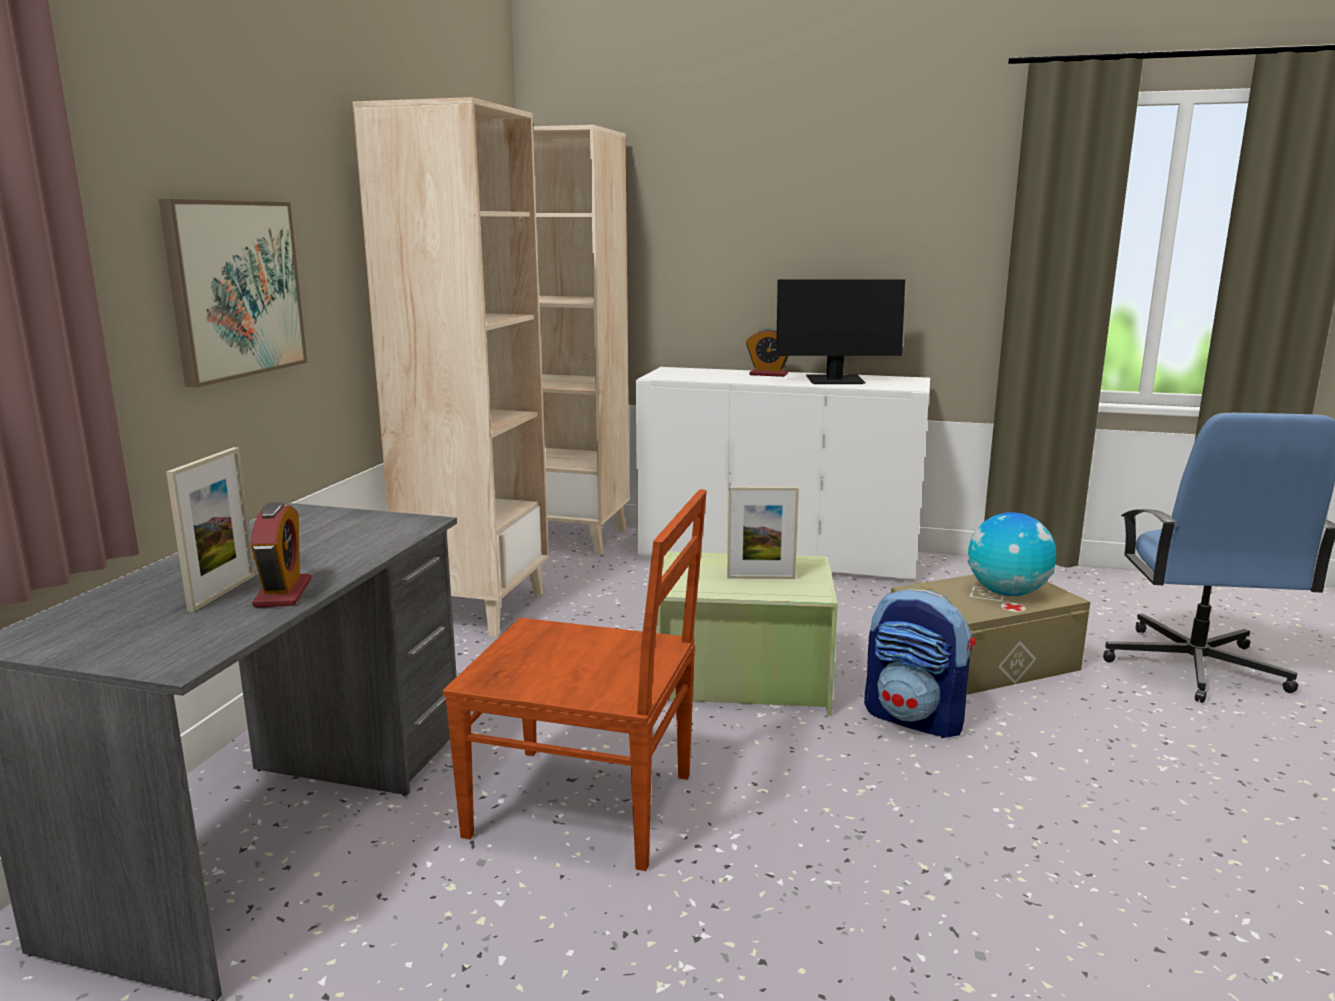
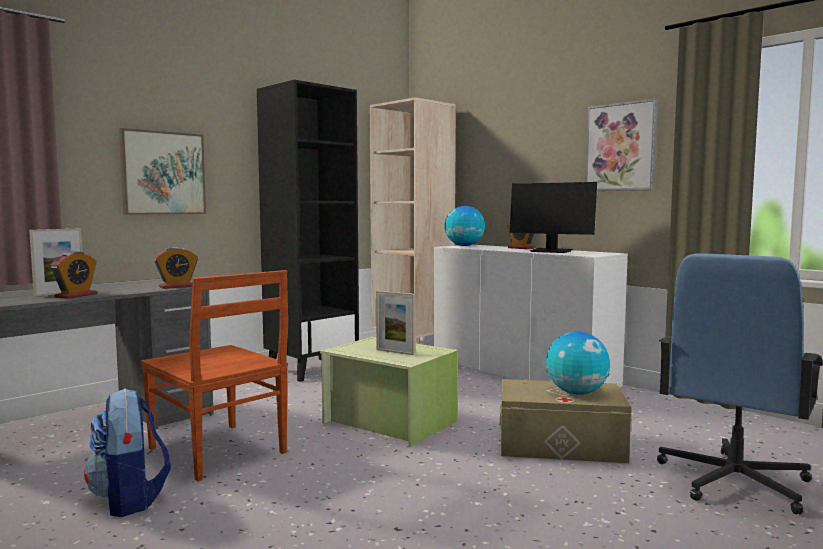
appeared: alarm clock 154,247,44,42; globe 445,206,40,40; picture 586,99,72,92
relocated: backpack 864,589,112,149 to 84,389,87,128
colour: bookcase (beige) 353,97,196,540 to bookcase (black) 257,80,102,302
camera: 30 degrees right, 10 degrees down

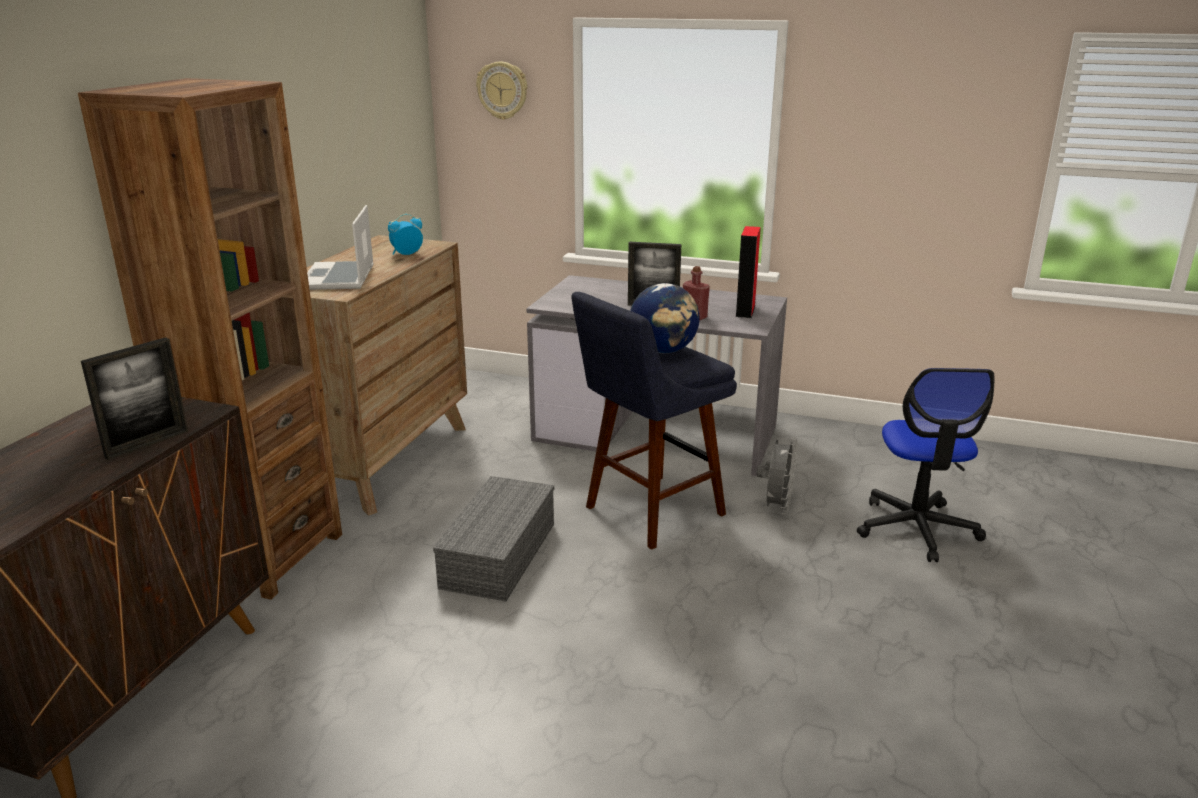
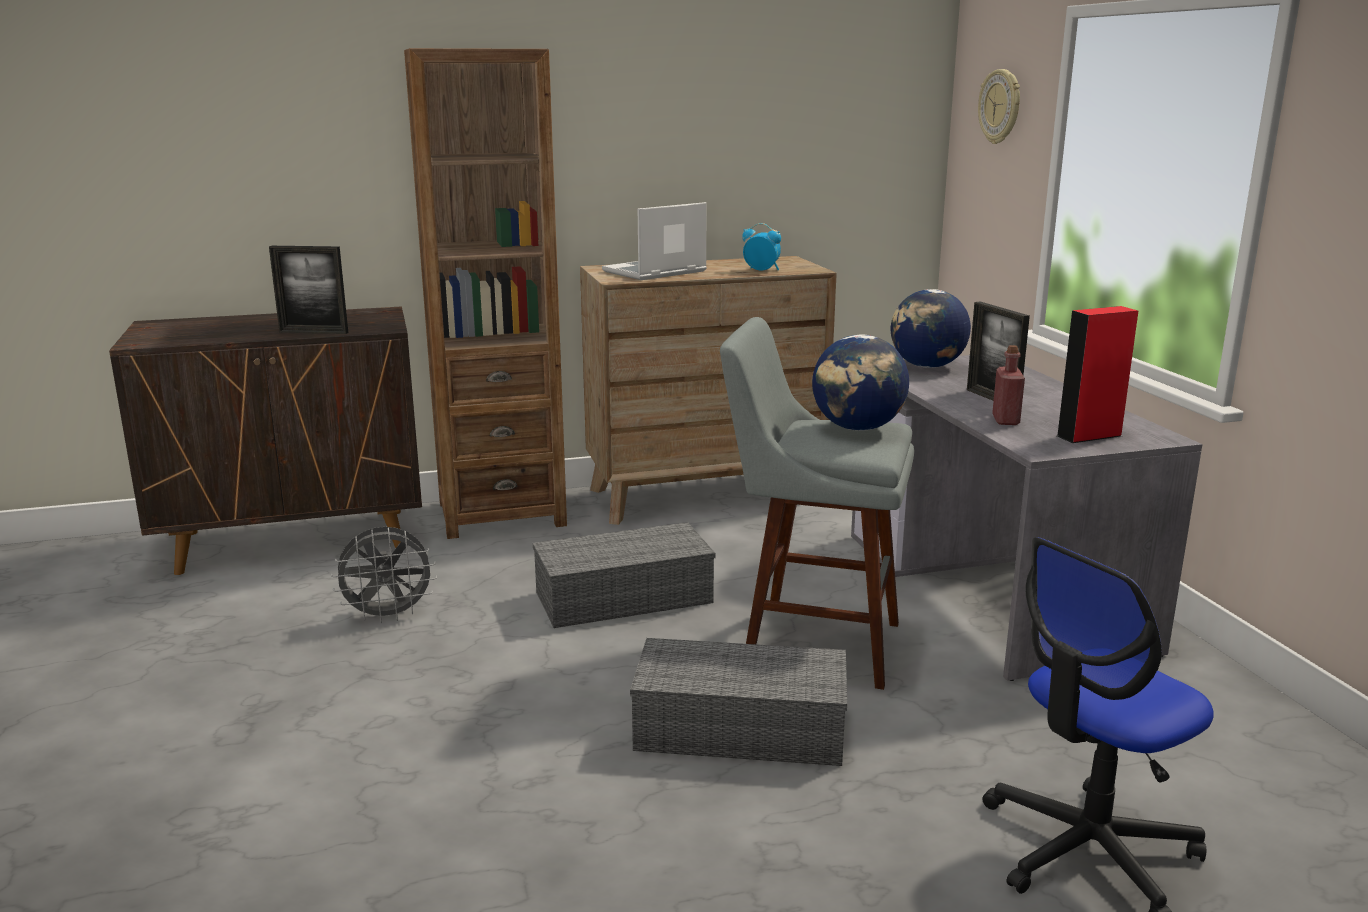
appeared: storage box (grey) 630,638,217,128; globe 891,289,80,79
relocated: fan (grey) 756,437,42,77 to 331,527,106,96
colour: stool (blue) 571,292,166,258 to stool (grey) 720,317,194,373
camera: 55 degrees right, 5 degrees down

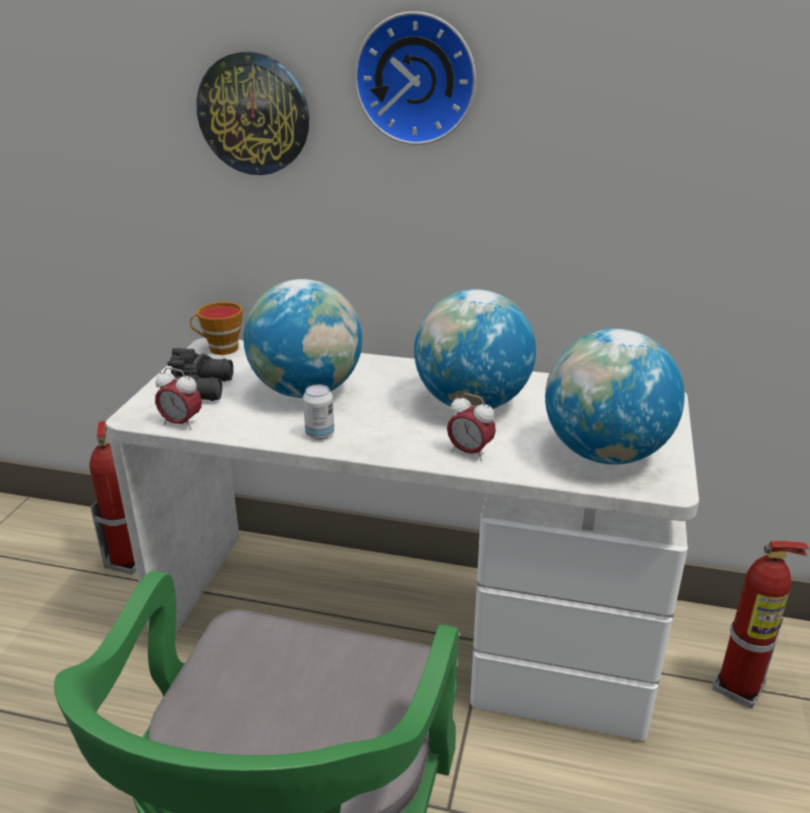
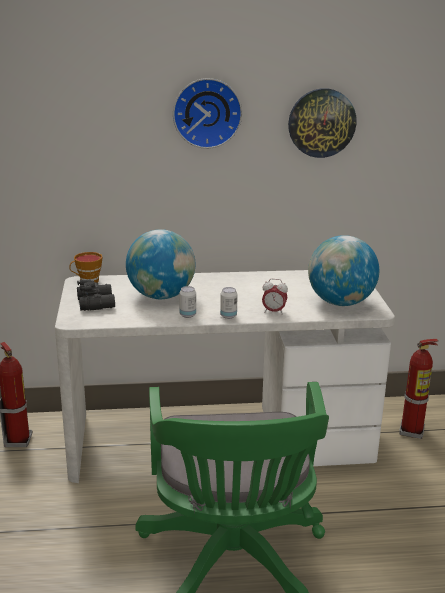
missing: alarm clock 155,367,47,63; globe 414,289,122,120
appeared: can 220,287,18,32
relocated: wall clock 196,52,113,123 to 288,88,69,70
camera: 20 degrees left, 5 degrees down

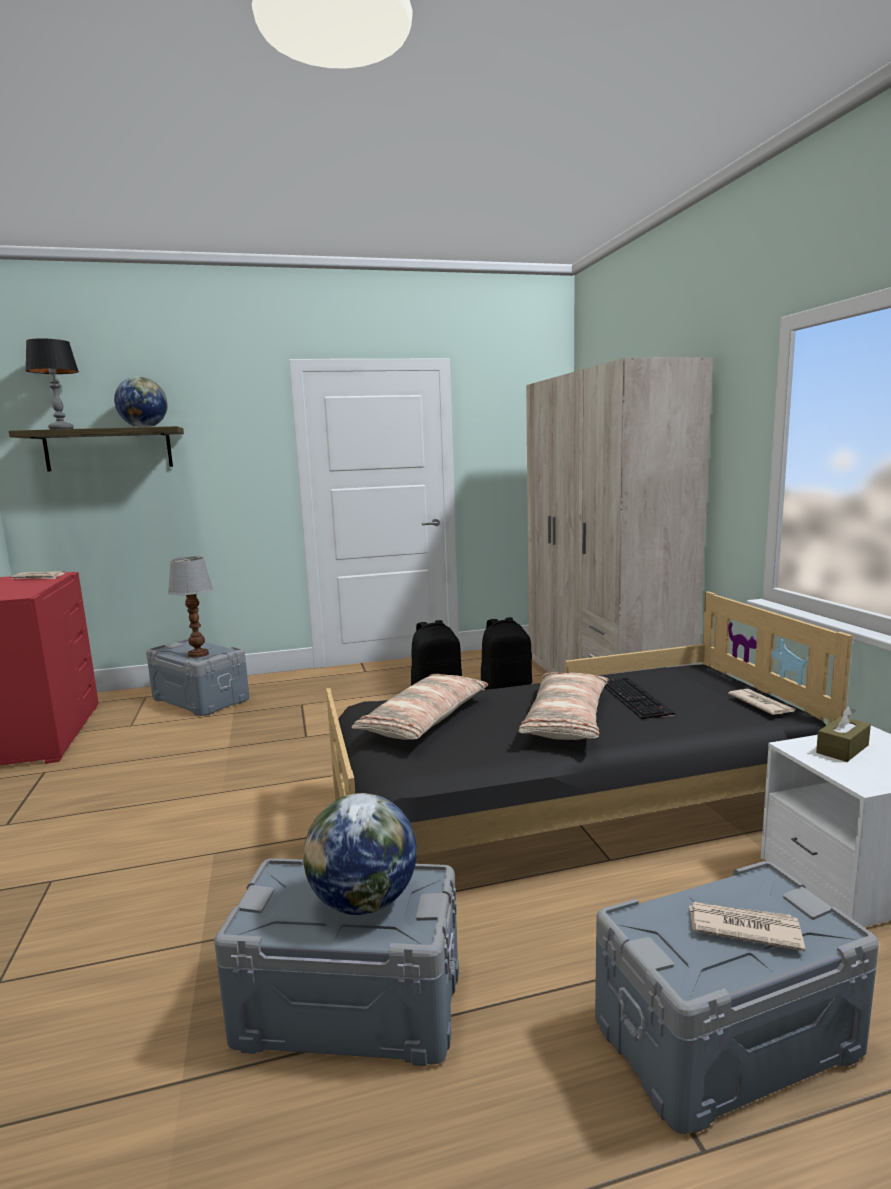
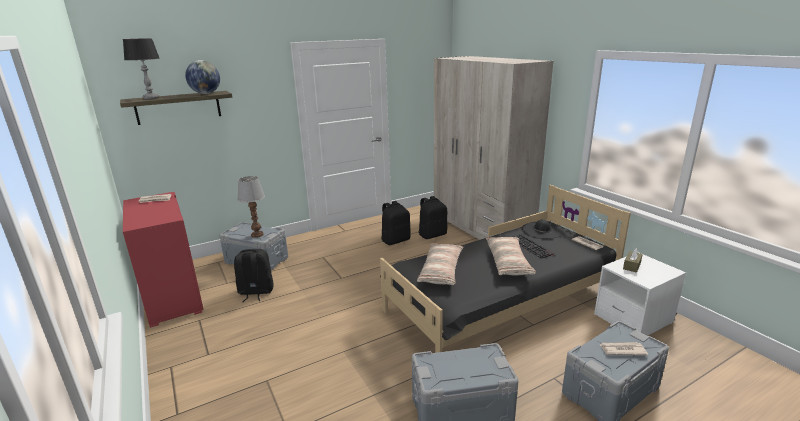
missing: globe 303,793,114,122
appeared: backpack (black) 234,249,40,53; hat (black) 521,219,43,20
camera: 15 degrees left, 10 degrees up

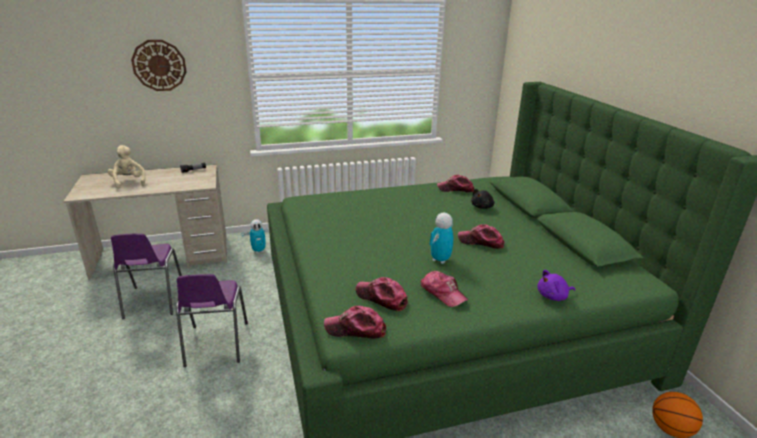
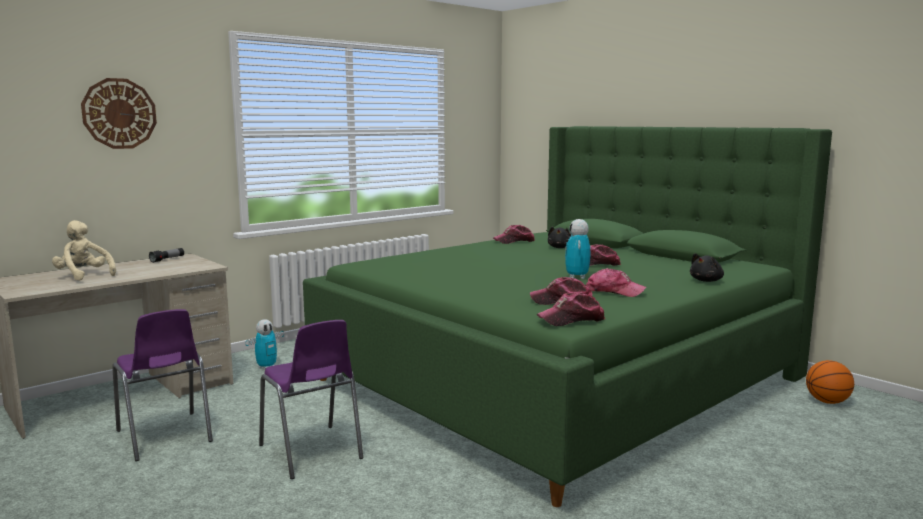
colour: plush toy (purple) 537,270,39,31 to plush toy (black) 690,253,34,29
camera: 25 degrees left, 15 degrees down

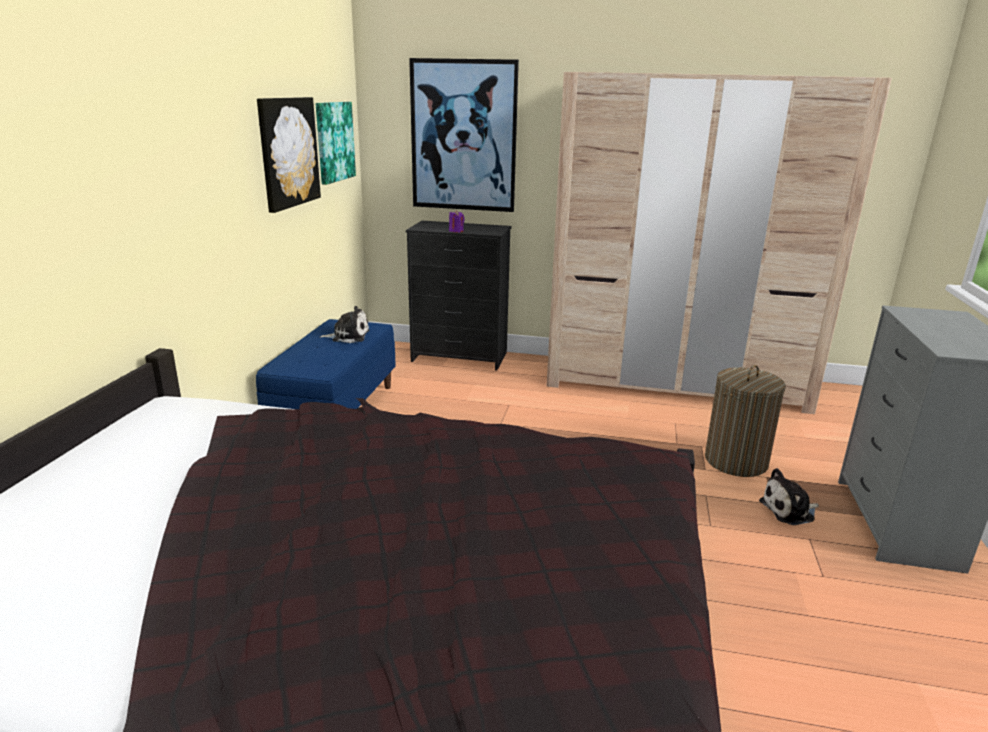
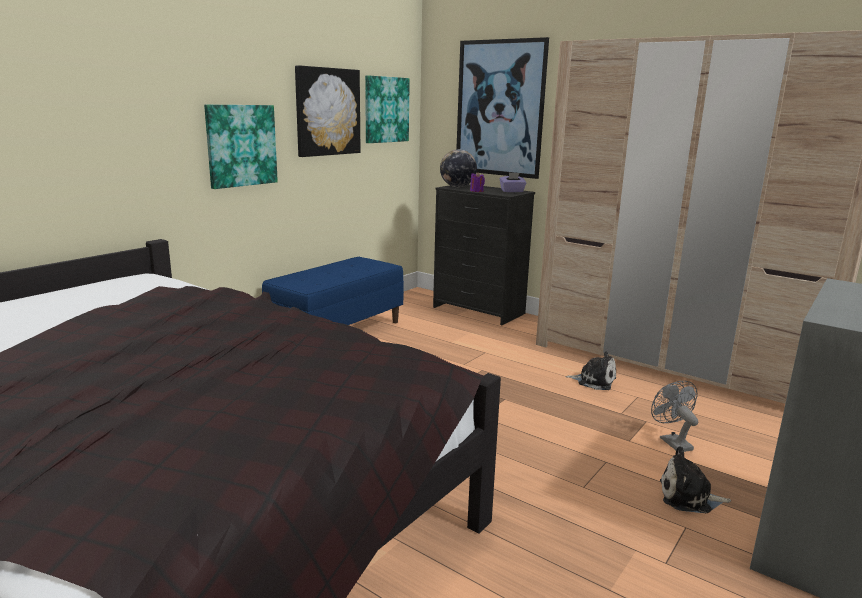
appeared: picture 204,104,74,85; globe 440,149,37,38; tissue box (purple) 500,173,26,19
relocated: plush toy 320,306,49,37 to 565,351,51,39
exchanged: laundry basket 705,365,81,112 to fan (grey) 651,381,47,71
camera: 25 degrees right, 5 degrees down

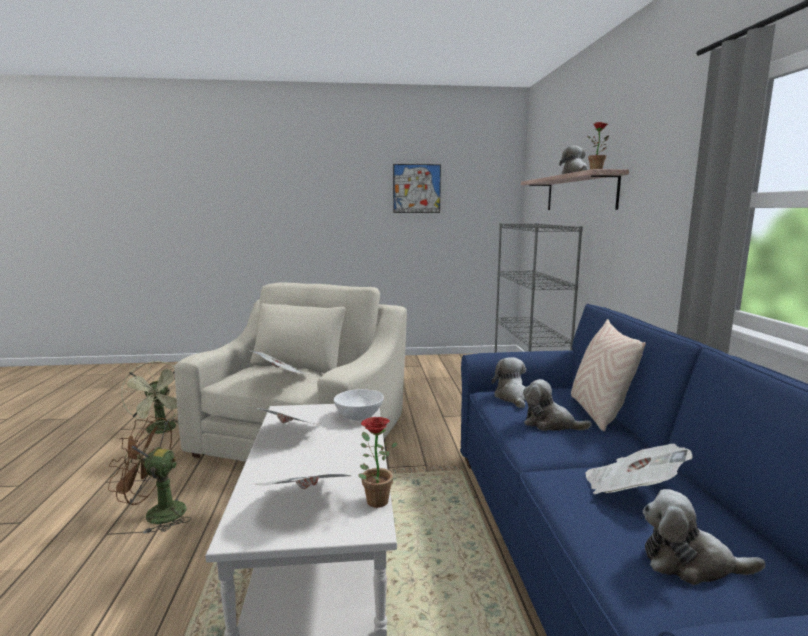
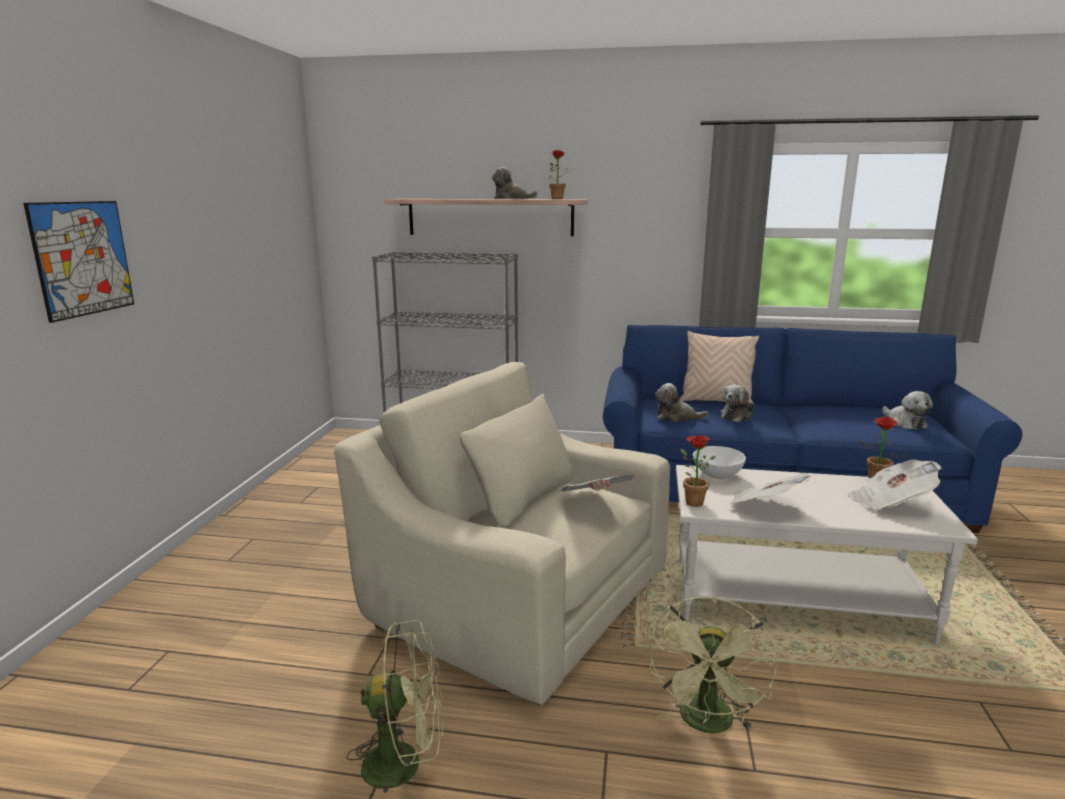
missing: newspaper 585,444,108,50
appeared: potted plant 681,436,35,71
relocated: picture 393,164,48,49 to 23,201,111,122
colour: fan (brown) 108,416,84,118 to fan (green) 649,596,128,137
spun: plush toy 643,489,122,96 = 882,391,51,38 45 degrees counterclockwise
camera: 75 degrees left, 5 degrees up

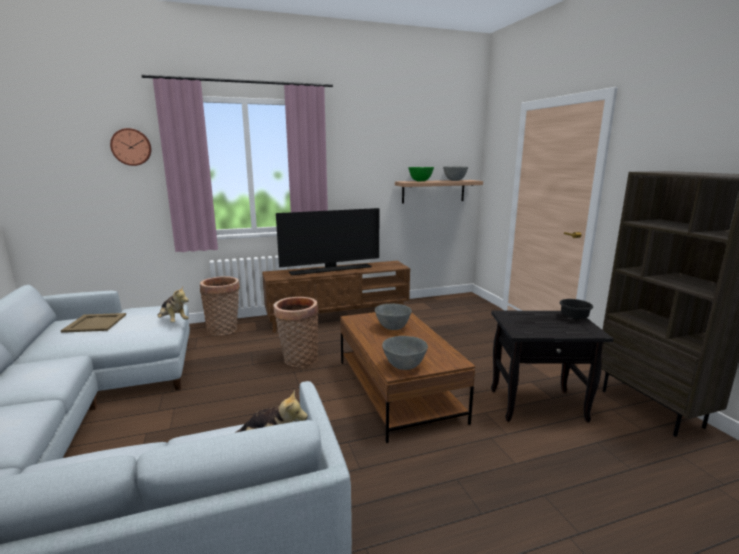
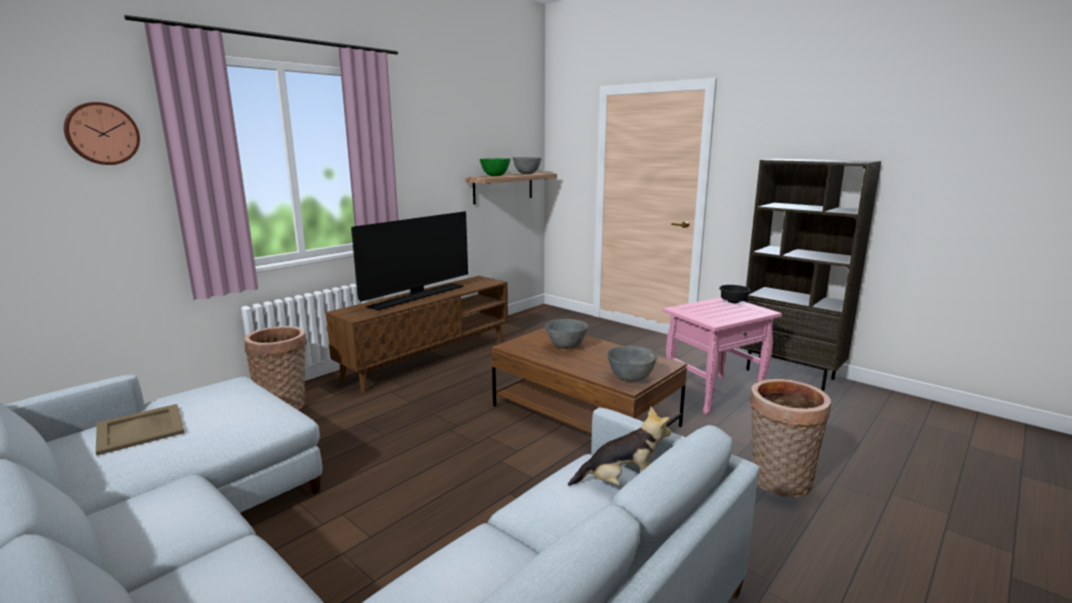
missing: plush toy 157,287,32,36
relocated: basket 274,297,45,70 to 750,379,81,118
colour: side table (black) 491,311,122,112 to side table (pink) 663,298,119,117
camera: 30 degrees left, 0 degrees up

